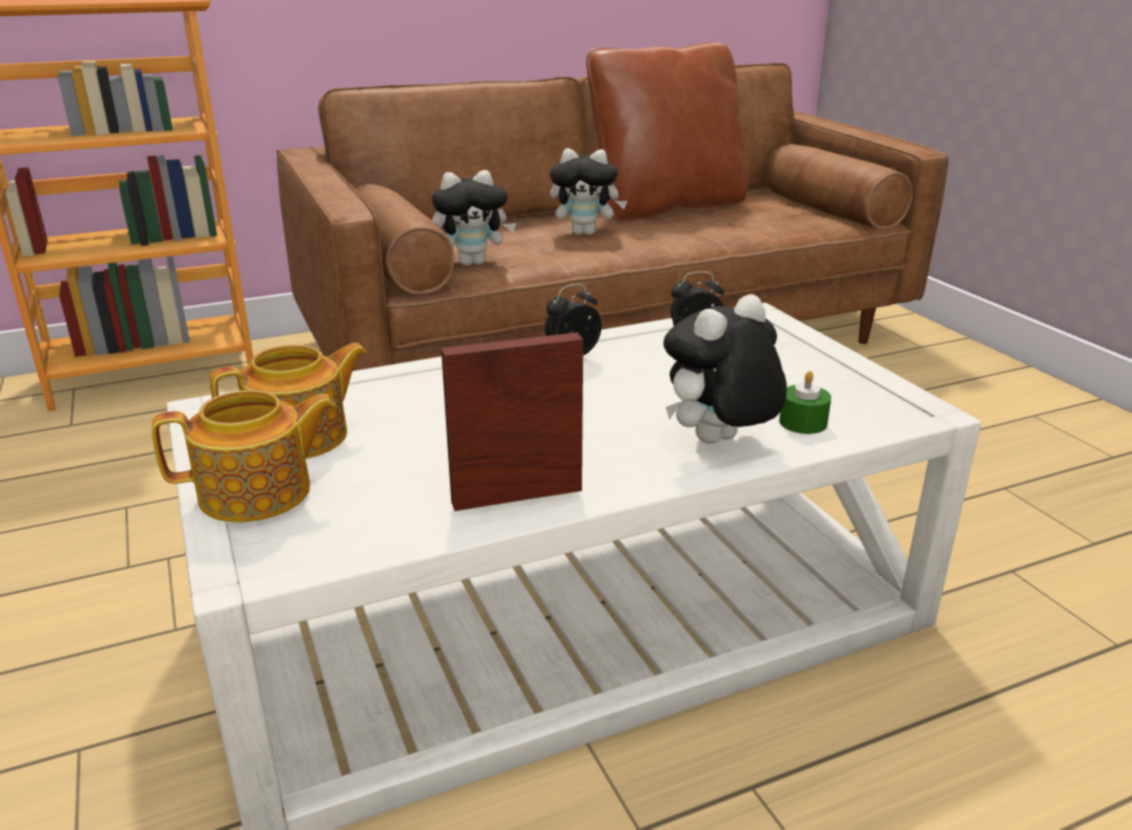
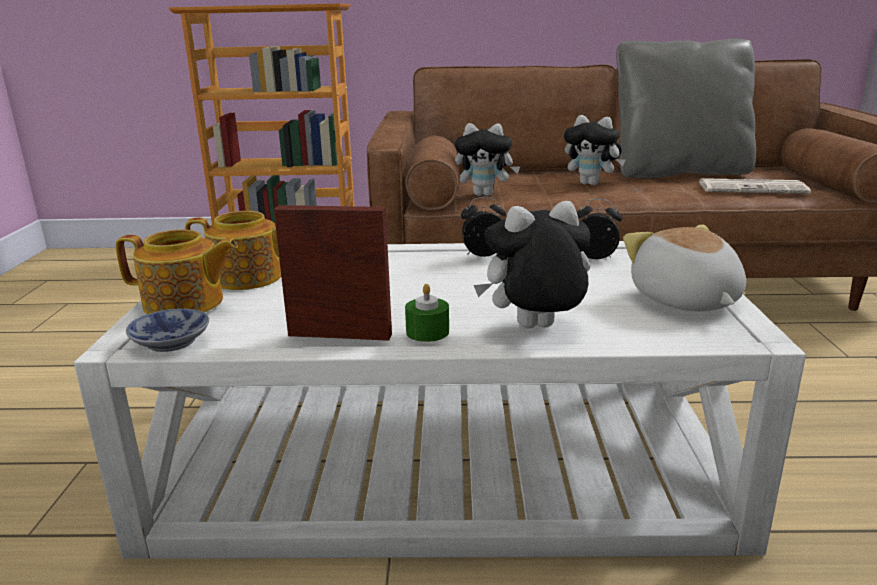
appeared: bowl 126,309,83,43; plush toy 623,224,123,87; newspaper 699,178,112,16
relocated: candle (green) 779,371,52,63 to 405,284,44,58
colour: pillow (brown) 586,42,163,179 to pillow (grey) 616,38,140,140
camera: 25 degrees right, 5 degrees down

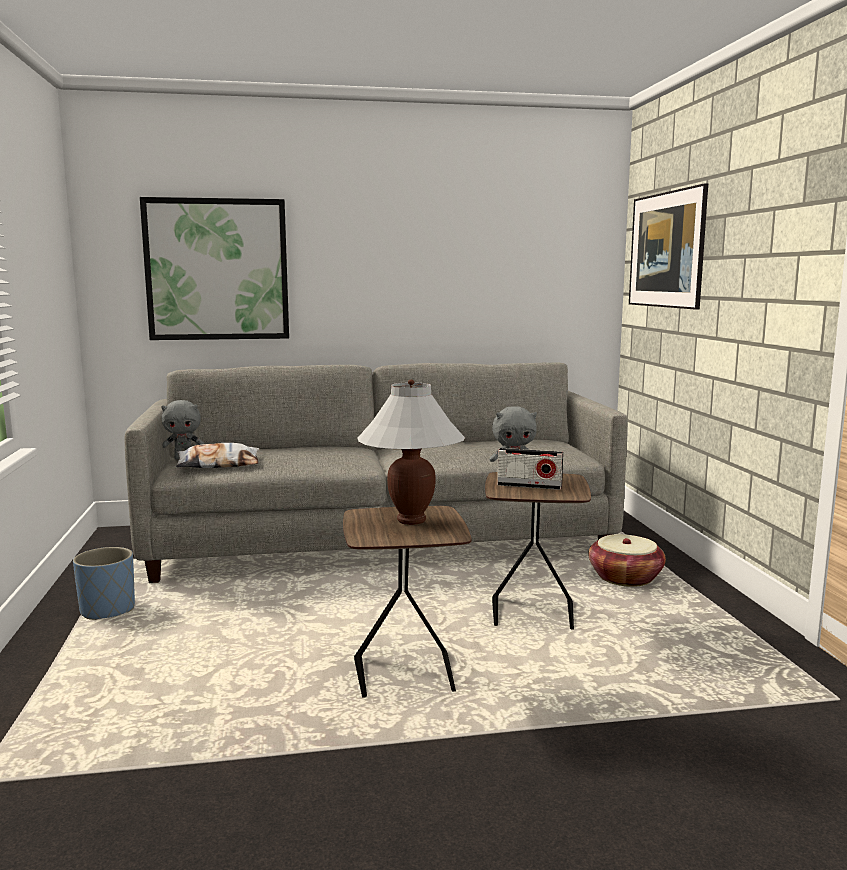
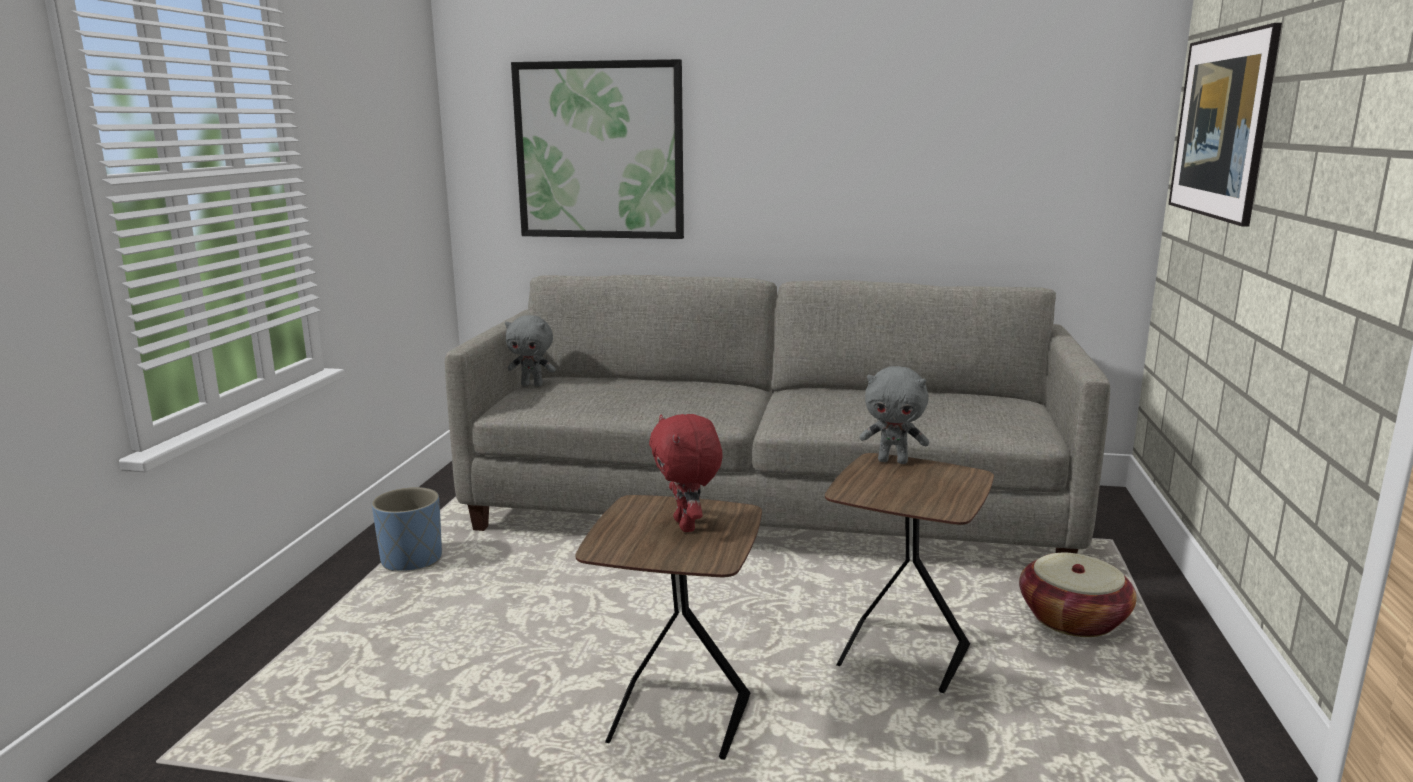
missing: pillow 176,443,83,25; radio 497,448,66,42
exchanged: table lamp (white) 357,379,108,146 to plush toy (red) 649,414,74,118
camera: 20 degrees right, 5 degrees up

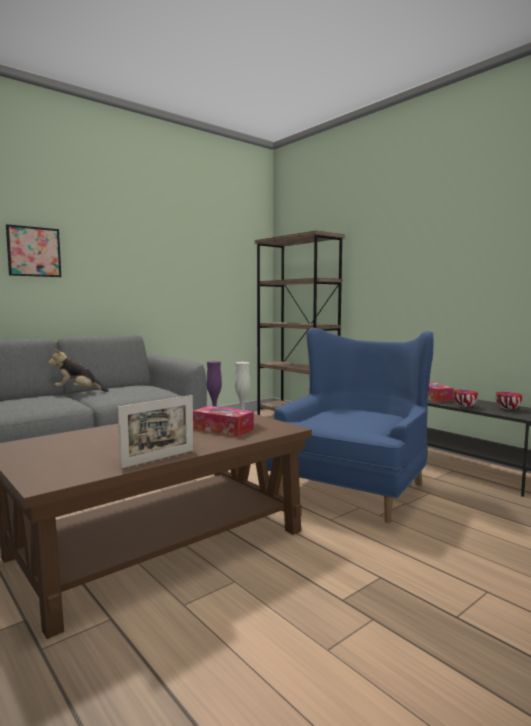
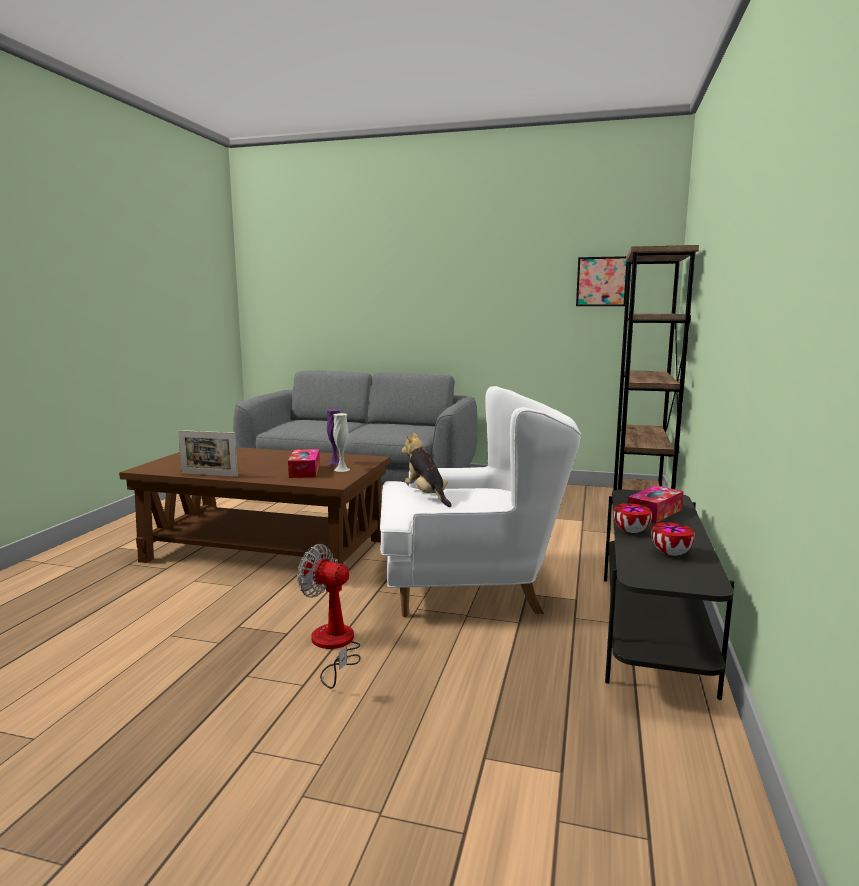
appeared: fan 297,544,64,145
relocated: plush toy 48,349,61,43 to 402,433,50,74; picture 6,224,55,53 to 576,256,52,50
colour: armchair (blue) 266,328,168,195 to armchair (white) 380,386,201,231
camera: 55 degrees right, 5 degrees up

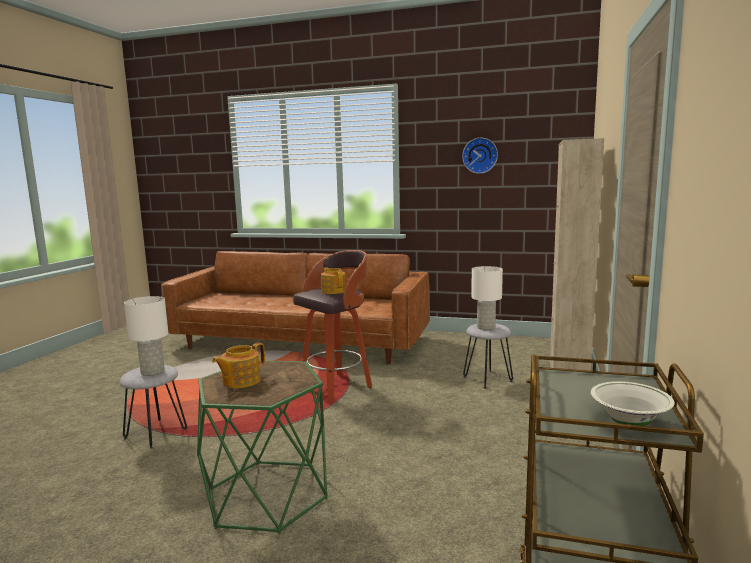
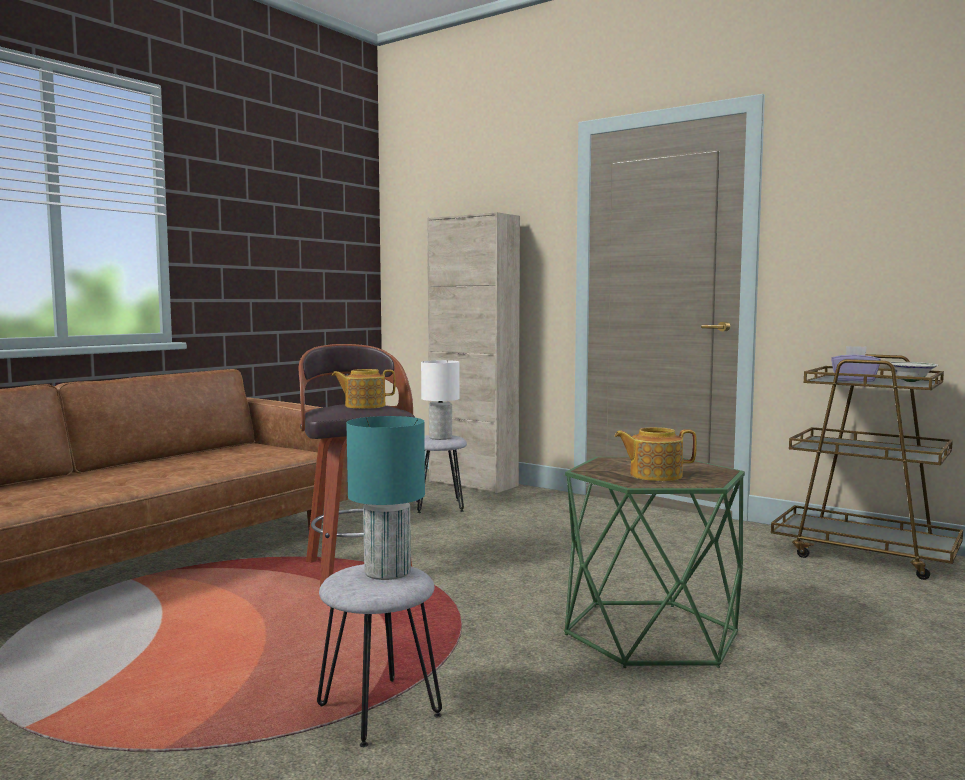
missing: wall clock 462,138,36,36
appeared: tissue box (purple) 831,346,50,36
colour: table lamp (white) 124,296,44,80 to table lamp (turquoise) 346,416,79,164
spun: teapot 212,343,53,45 = 614,427,83,54 120 degrees clockwise
camera: 70 degrees left, 5 degrees down

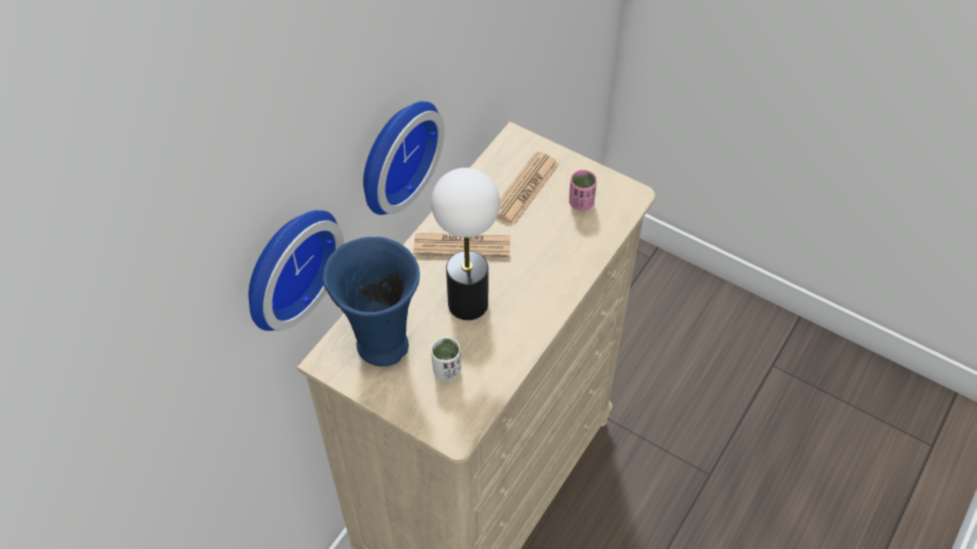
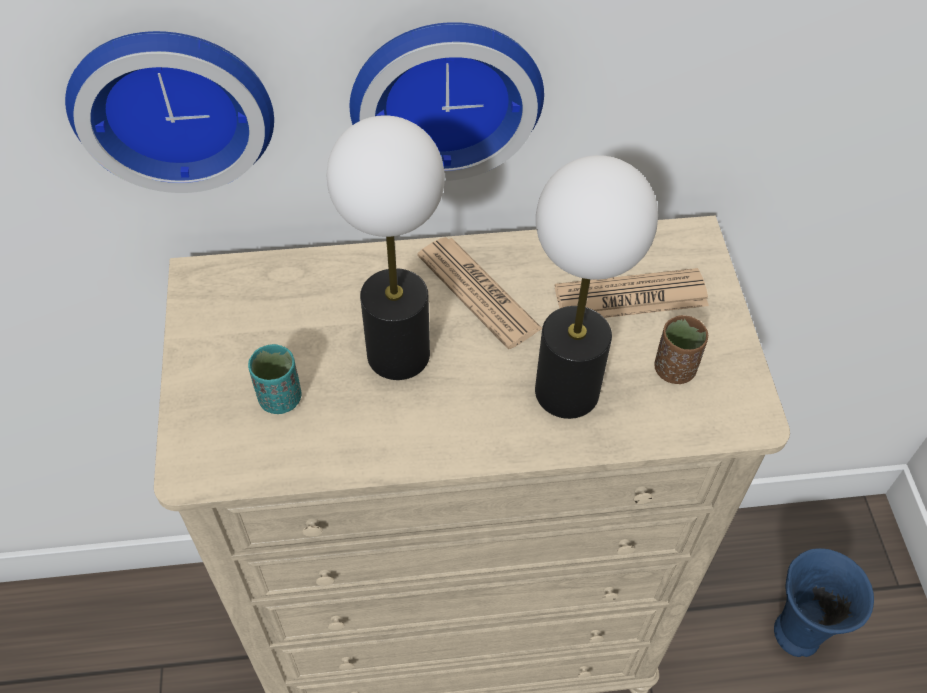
appeared: table lamp 535,155,123,264
relocated: vase (blue) 323,237,97,130 to 774,548,100,109
colour: cup (white) 431,337,30,44 to cup (turquoise) 248,344,54,70; cup (pink) 569,170,28,41 to cup (brown) 654,315,54,69
camera: 50 degrees right, 0 degrees up

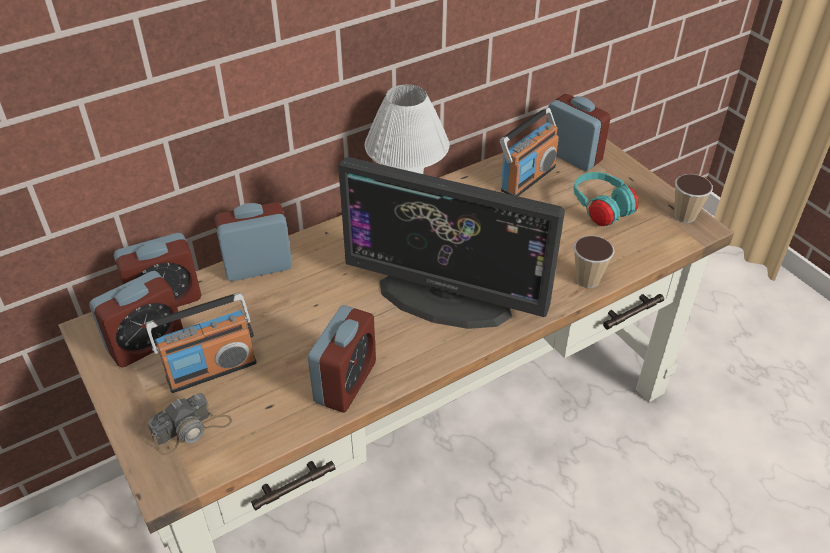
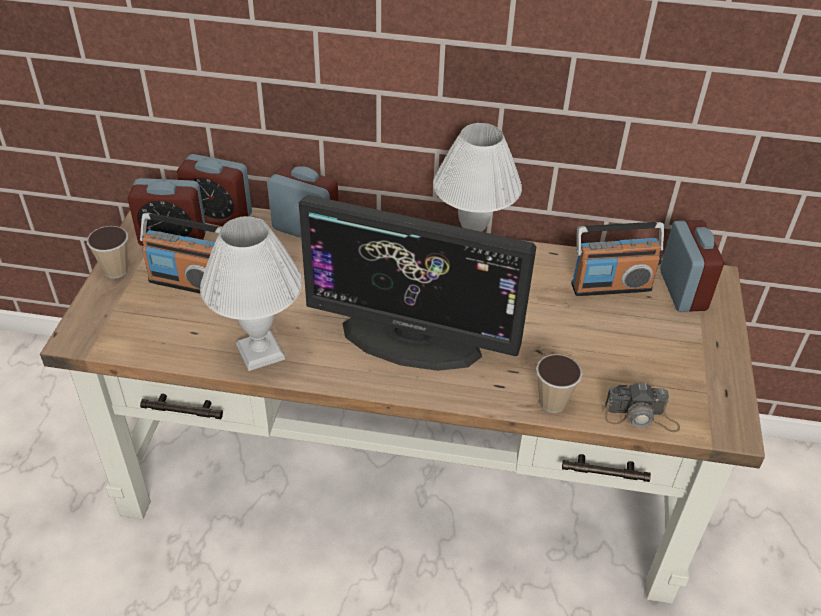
missing: headphones (turquoise) 574,172,64,54
relocated: cup 674,174,39,49 to 87,226,41,53; photo camera 148,393,84,62 to 605,382,75,50
exchanged: alarm clock 308,305,68,108 to table lamp (white) 200,216,103,155
spun: monitor 338,157,227,172 = 299,195,237,176 45 degrees counterclockwise
camera: 40 degrees right, 0 degrees up

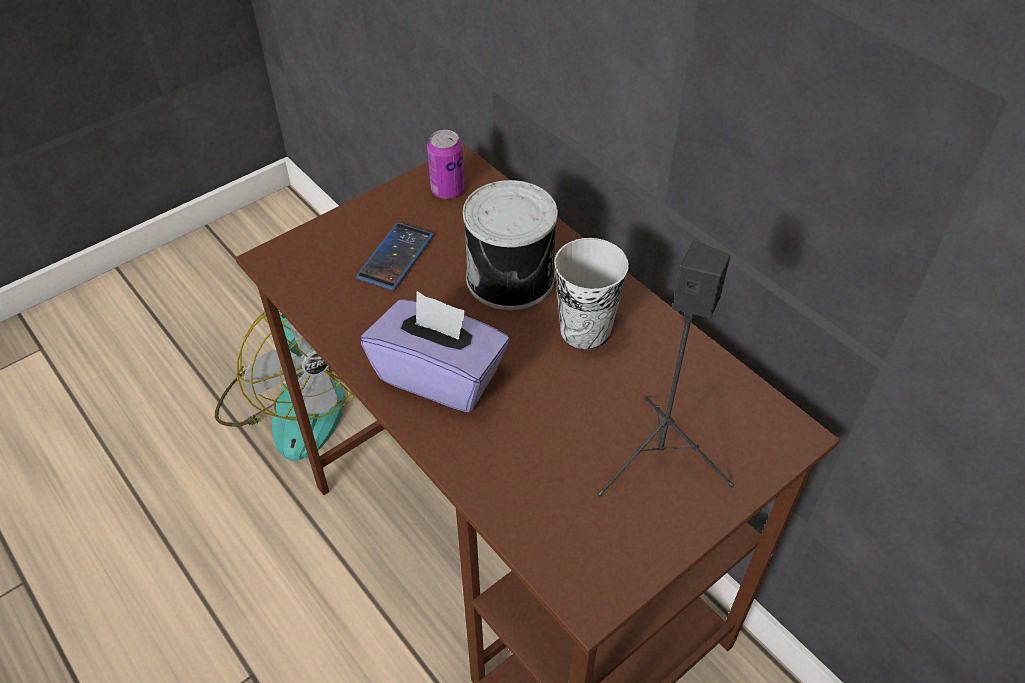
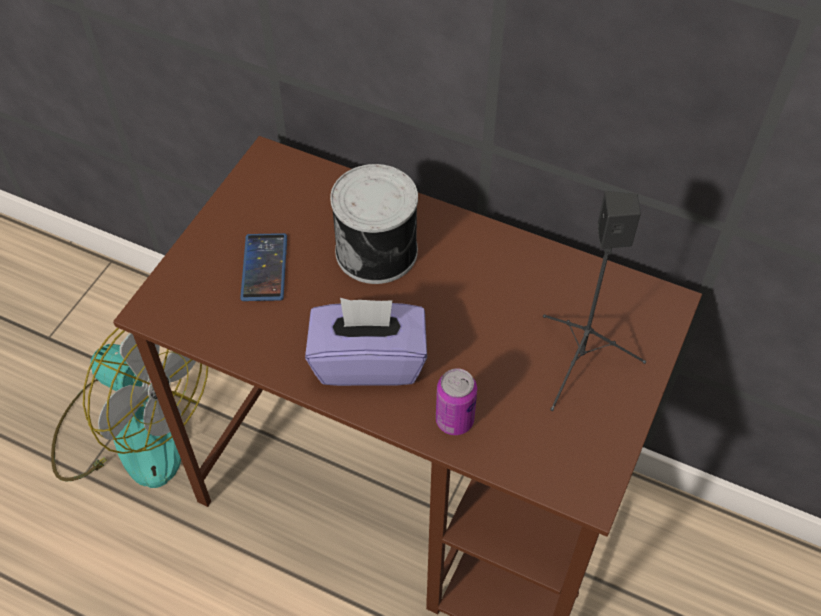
missing: cup 554,238,75,111
relocated: can 427,130,37,69 to 436,368,41,67
camera: 25 degrees left, 5 degrees up

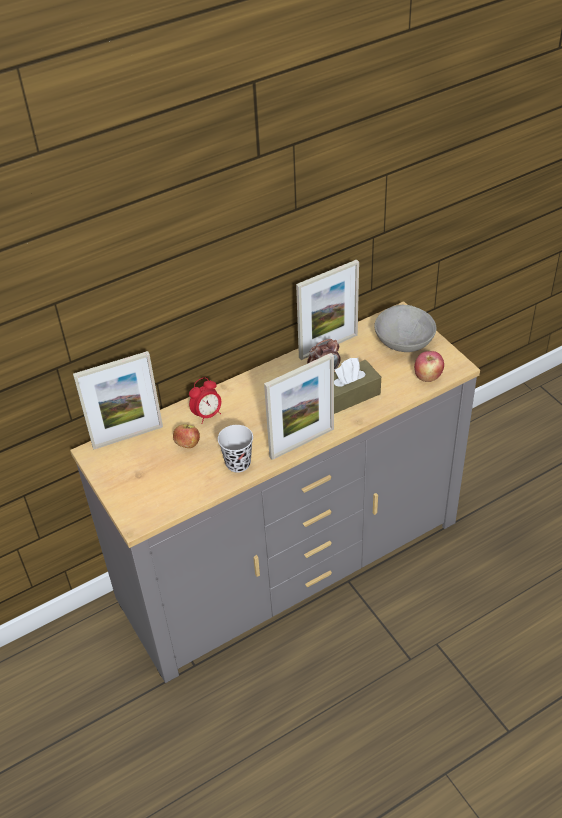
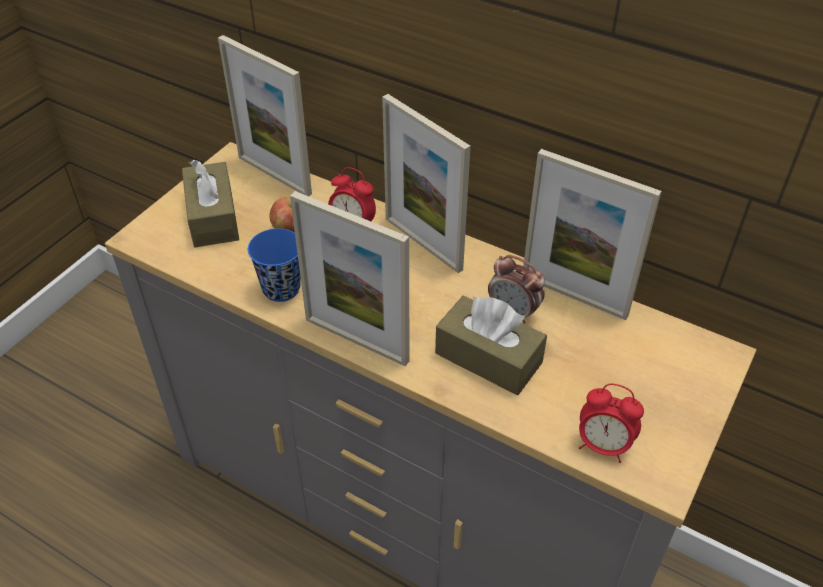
missing: bowl (grey) 374,305,62,47
appeared: tissue box (brown) 182,160,57,87; picture frame 382,94,89,179
exchanged: apple 414,351,30,31 to alarm clock 579,383,65,80
colour: cup (black) 218,425,35,48 to cup (blue) 248,228,53,74
camera: 60 degrees right, 0 degrees up

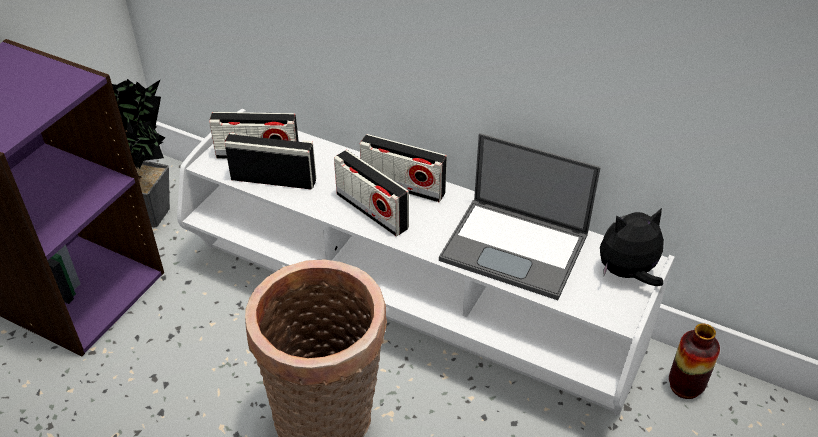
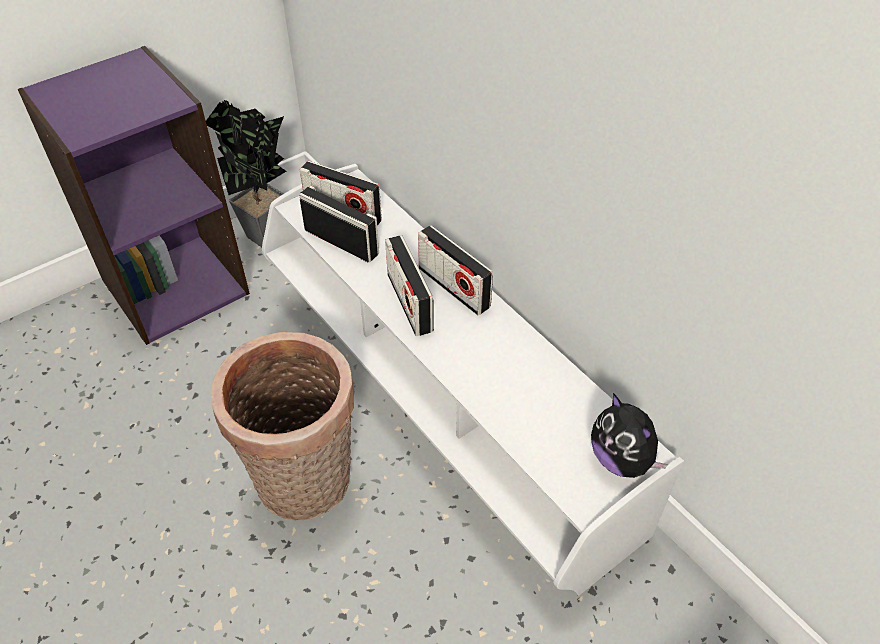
missing: laptop 439,133,162,167; vase 669,323,51,76
spun: plush toy 600,208,64,78 = 591,393,77,85 135 degrees counterclockwise
camera: 25 degrees right, 5 degrees up

